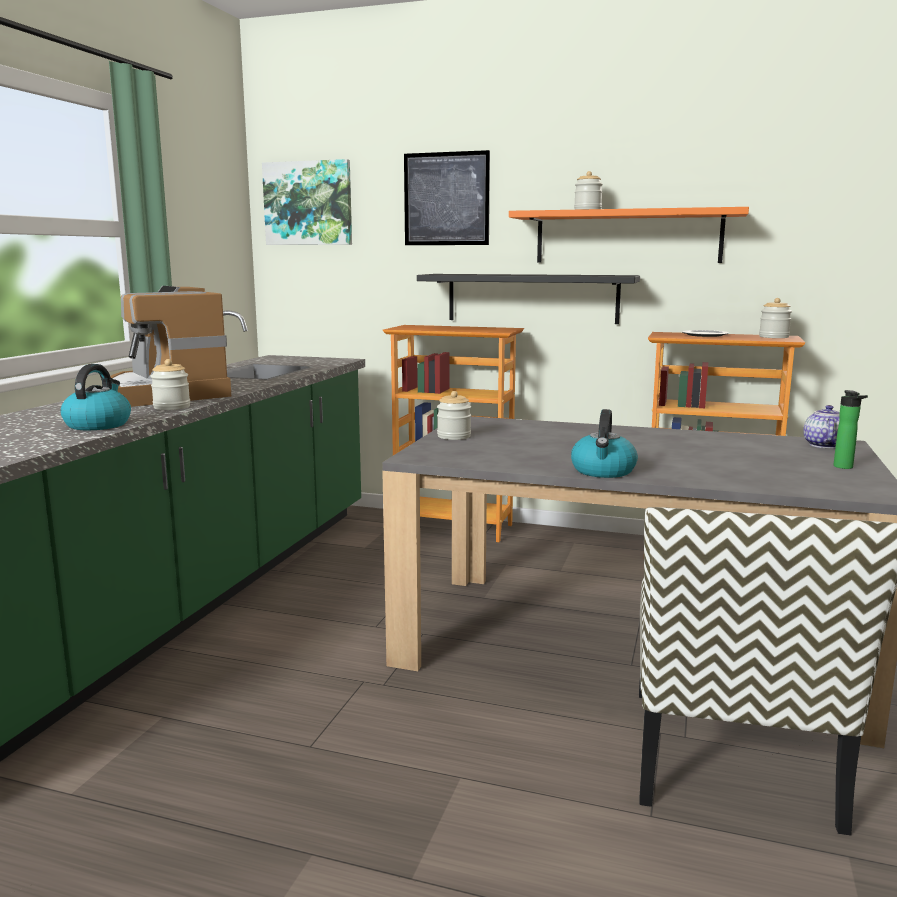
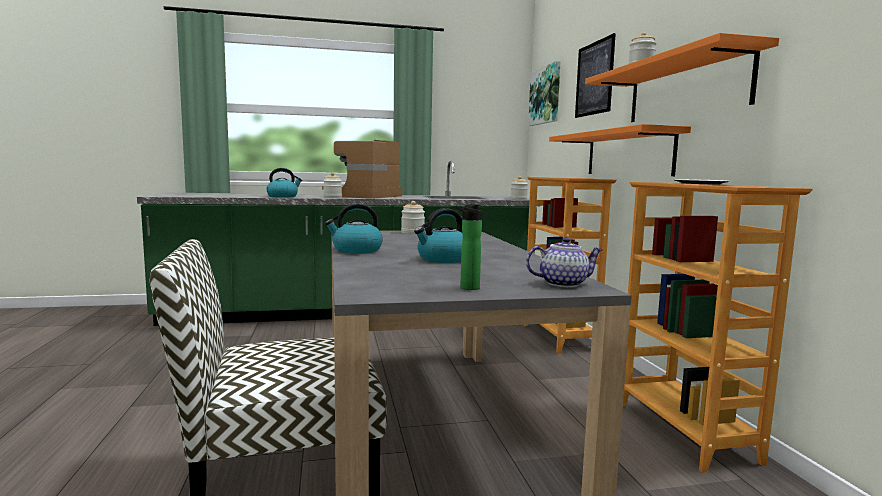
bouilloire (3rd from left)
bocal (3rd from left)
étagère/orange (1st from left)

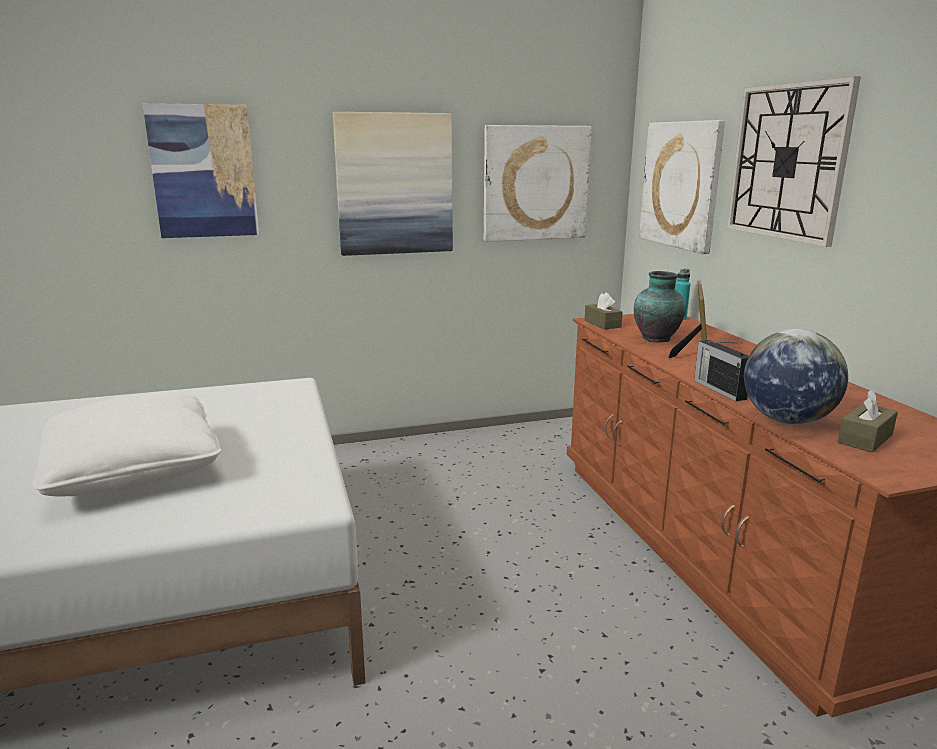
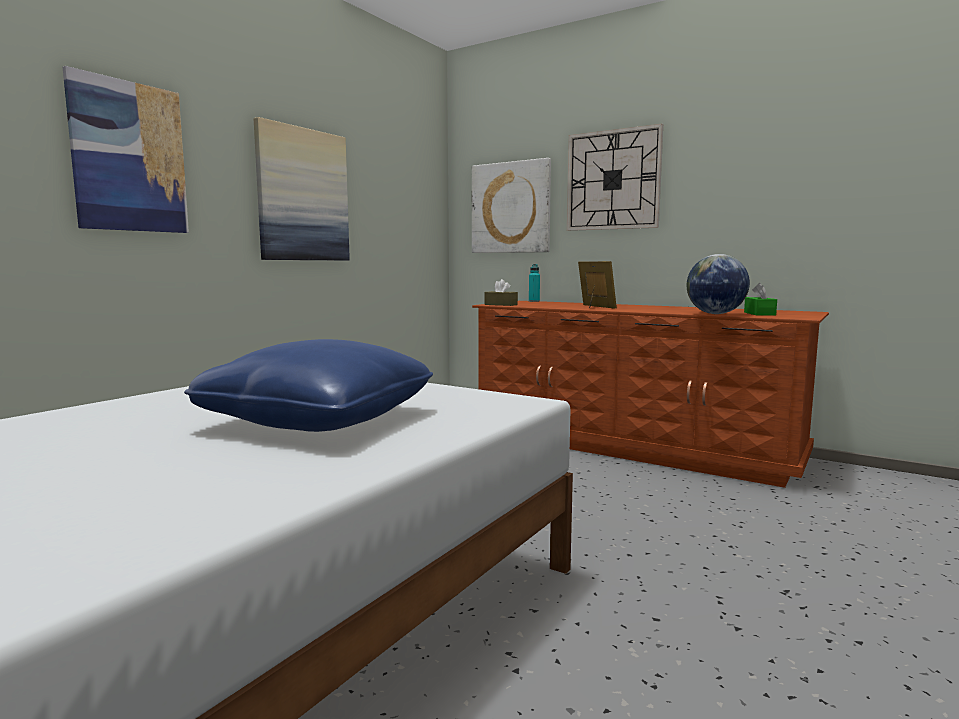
tableau (3rd from left in the first image)
vase
radio
coussin/bleu
boîte à mouchoirs/vert

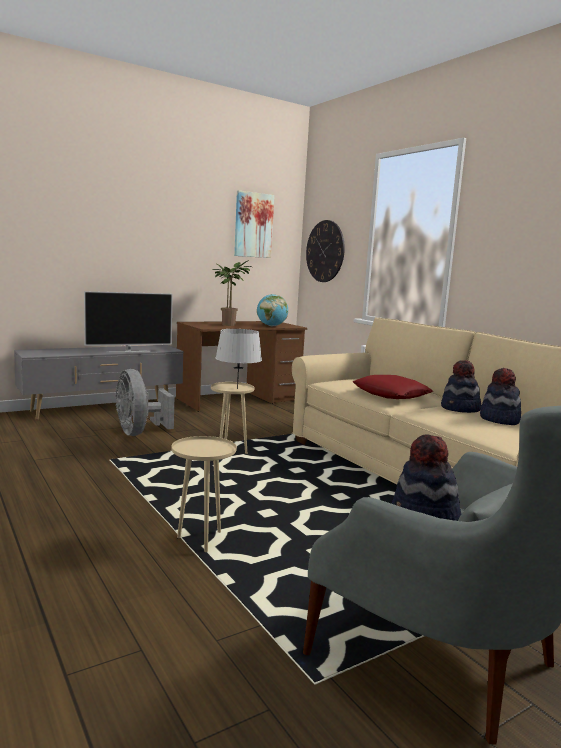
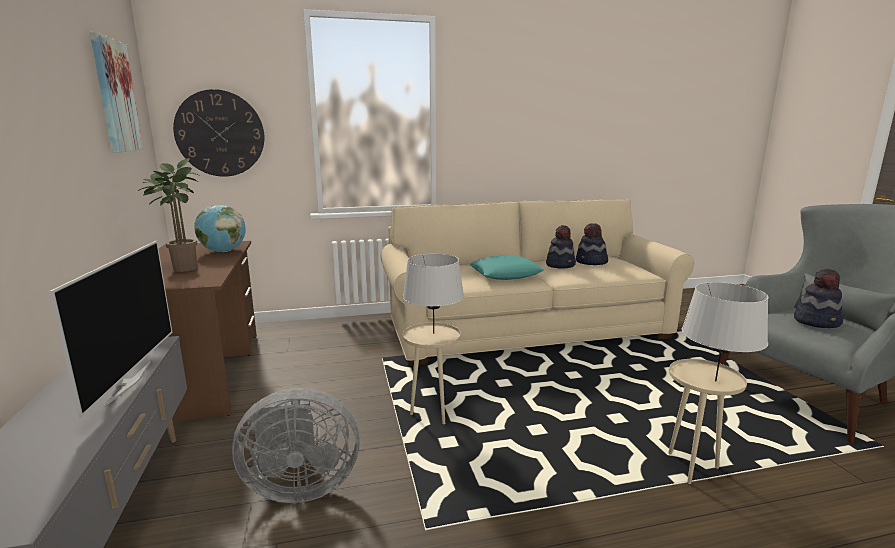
lampe de table/gris (2nd from left)
coussin/turquoise

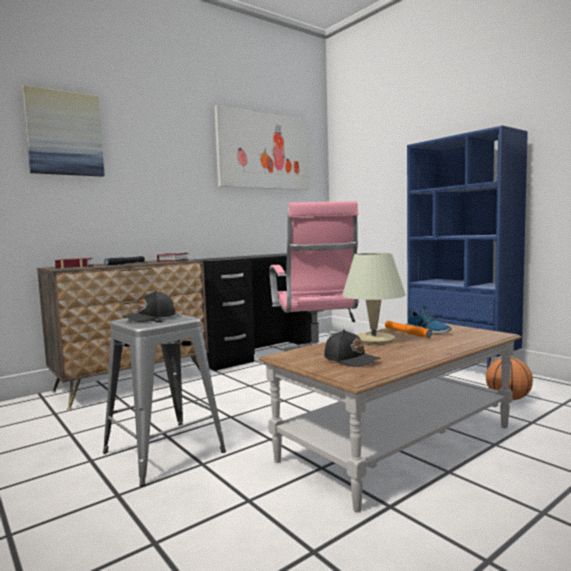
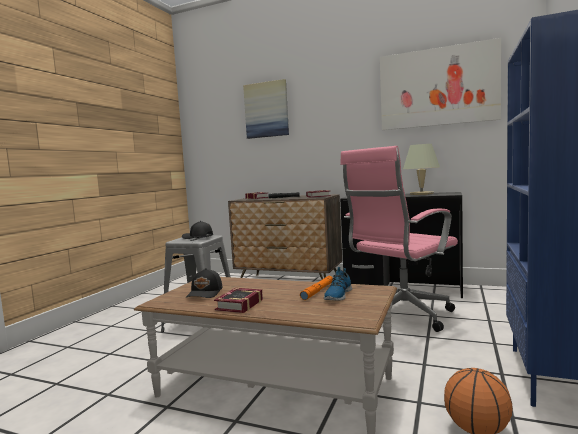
livre (1st from left)
lampe de table/beige

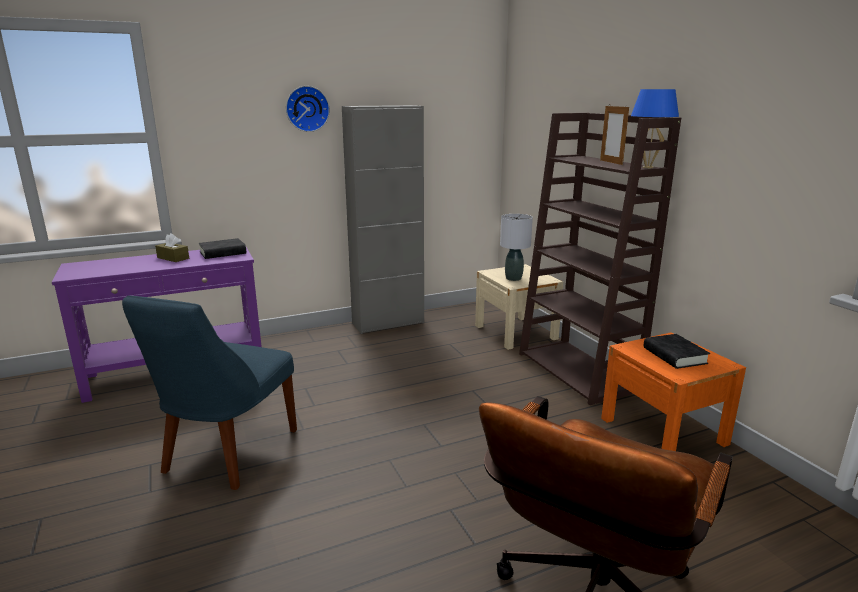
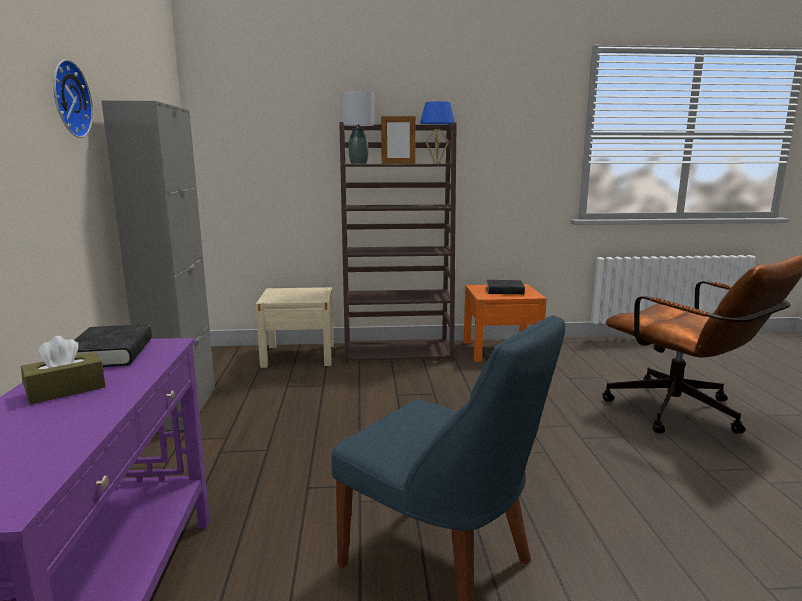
lampe de table/gris

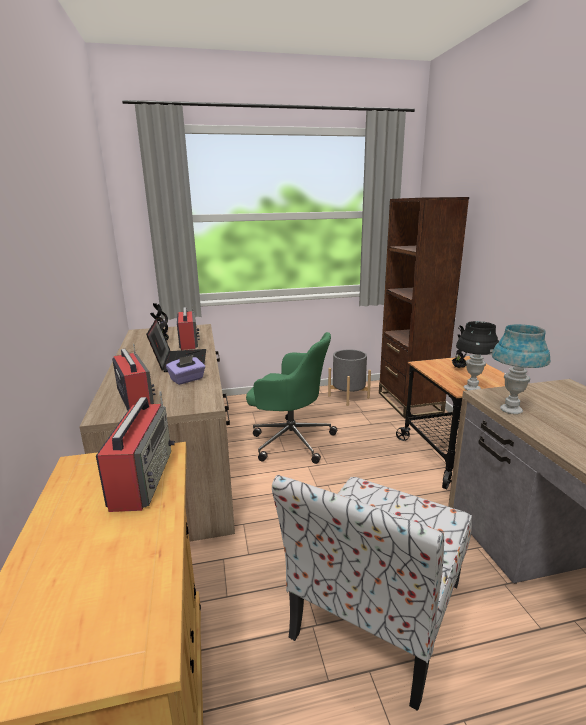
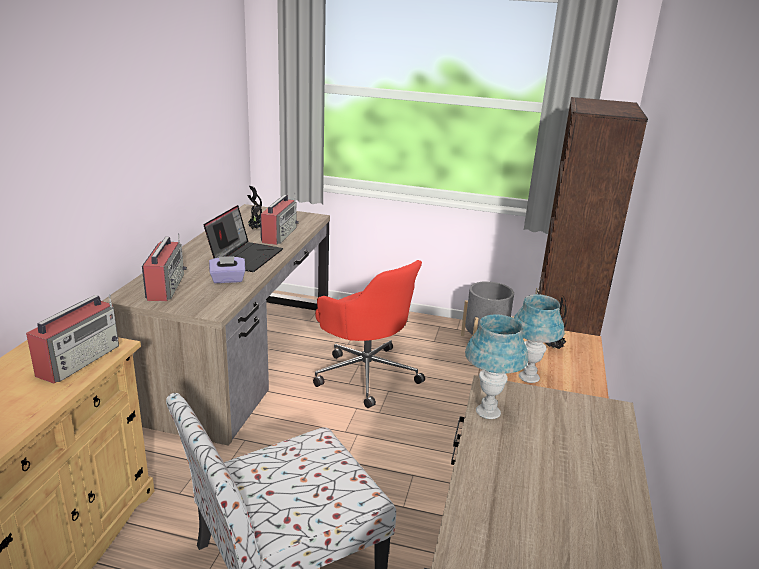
chaise de bureau/rouge
lampe de table/bleu (2nd from left)

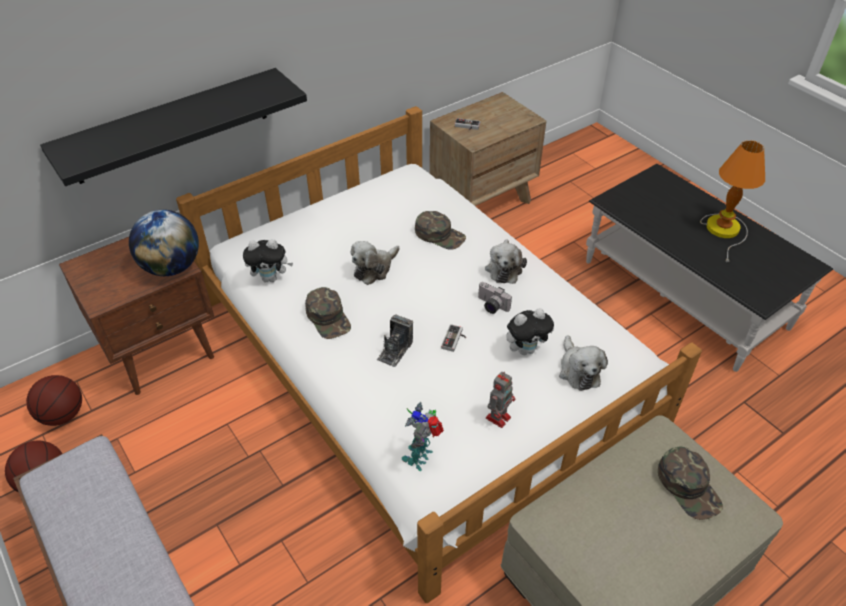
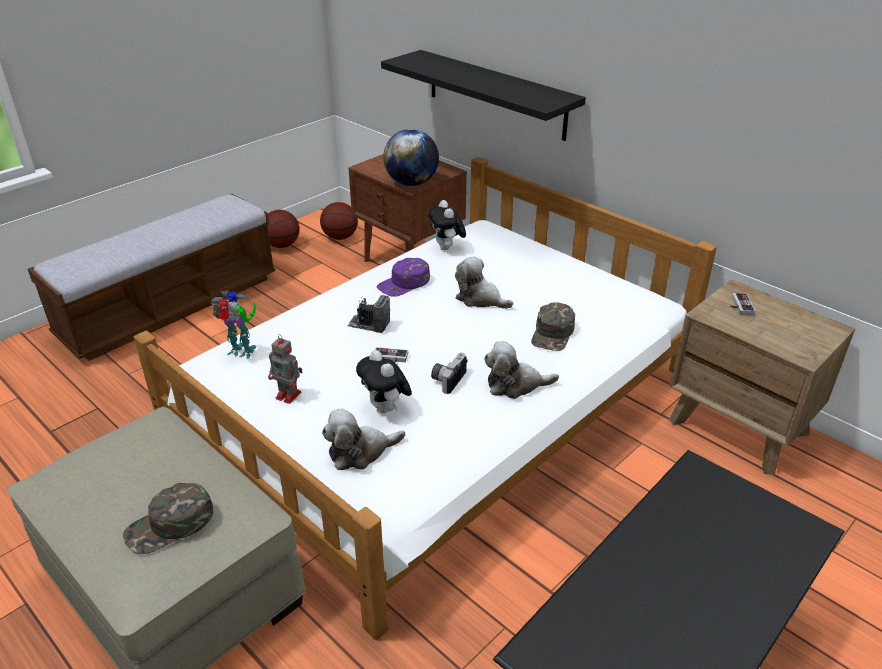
lampe de table
casquette/violet

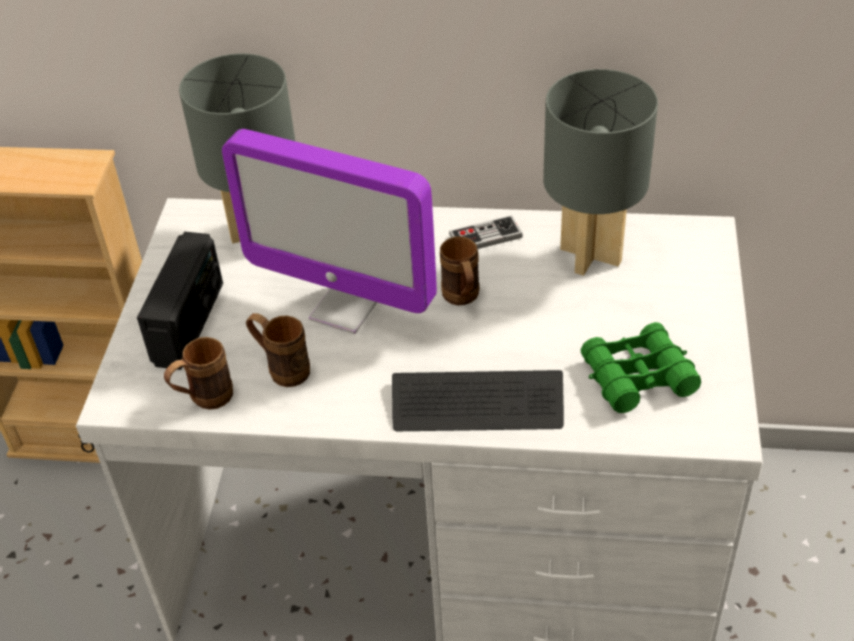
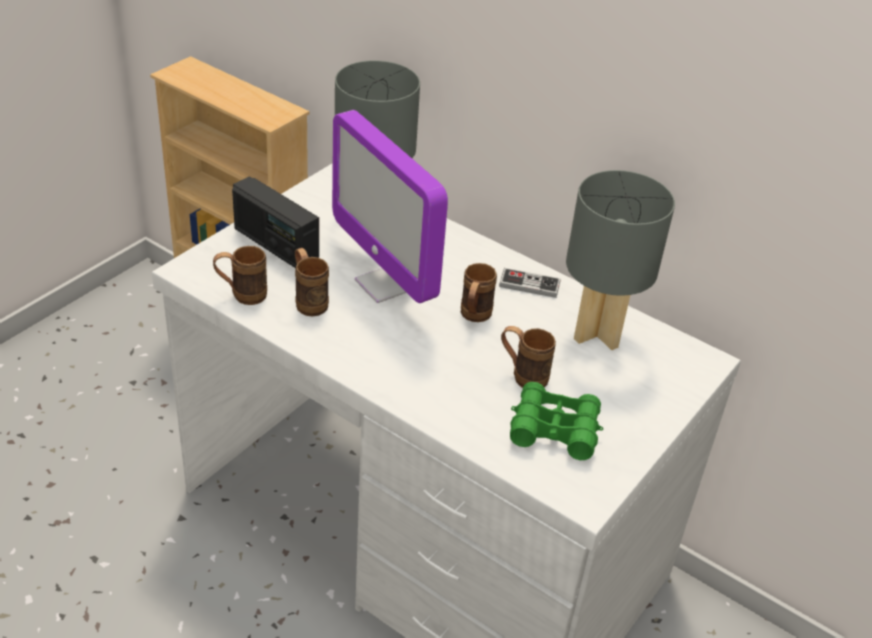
clavier
mug/marron (4th from left)
radio

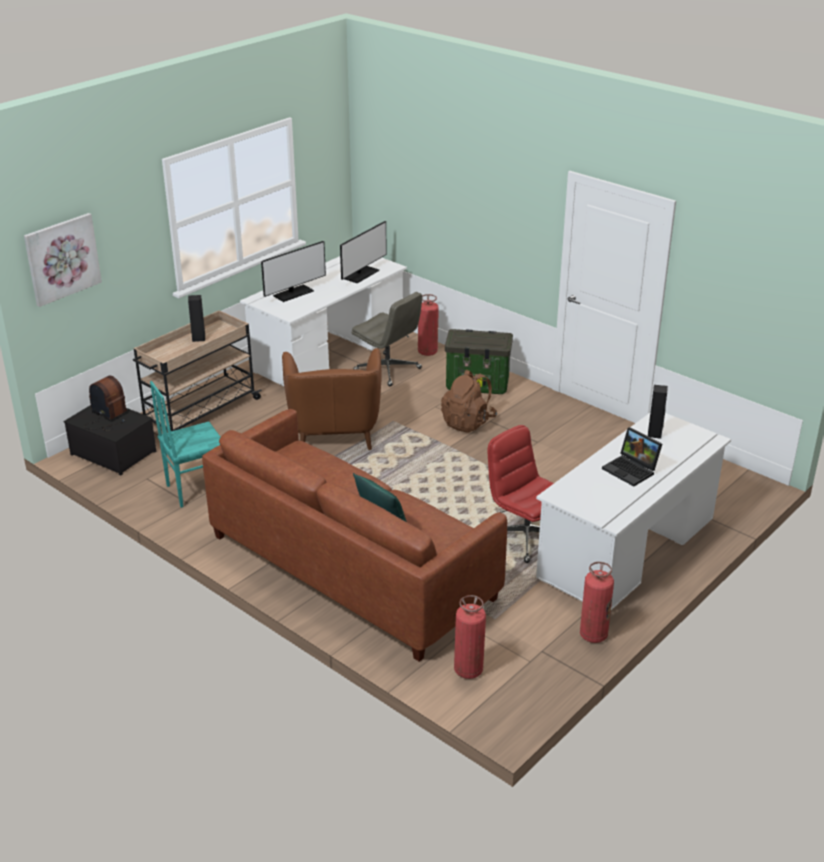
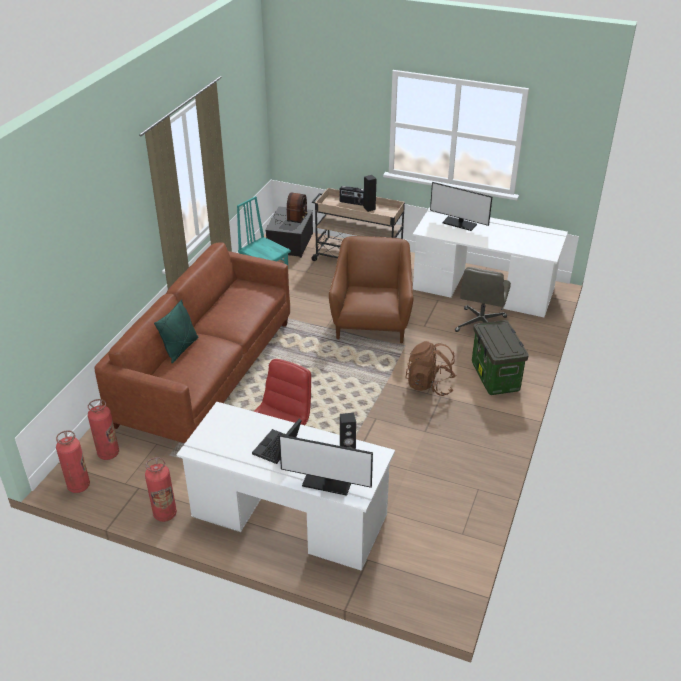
tableau
radio (2nd from left)
écran d'ordinateur (1st from left)
extincteur (1st from left)
fauteuil/marron

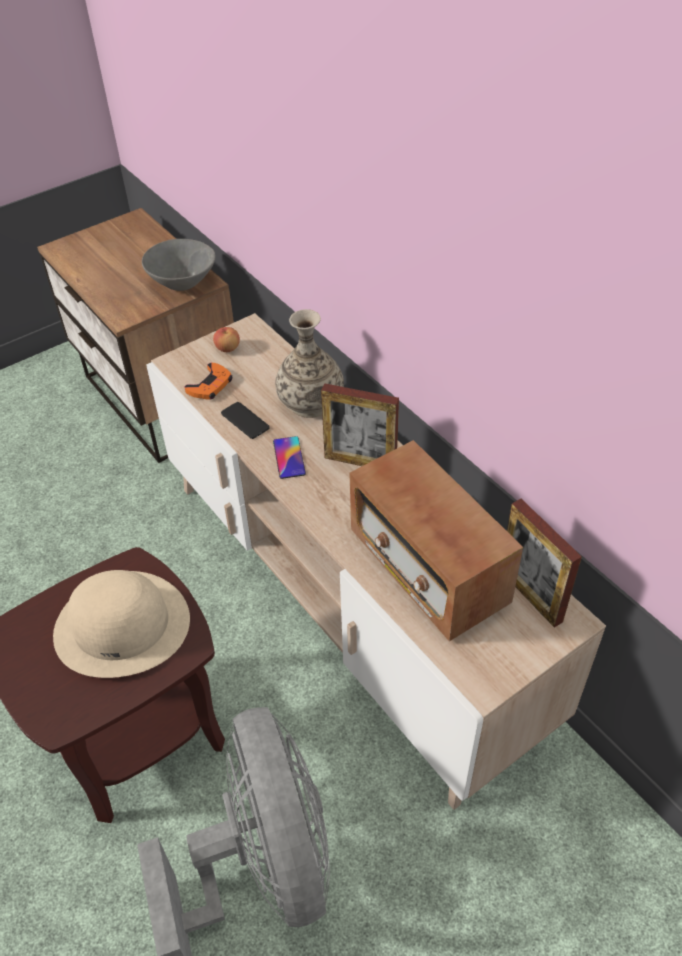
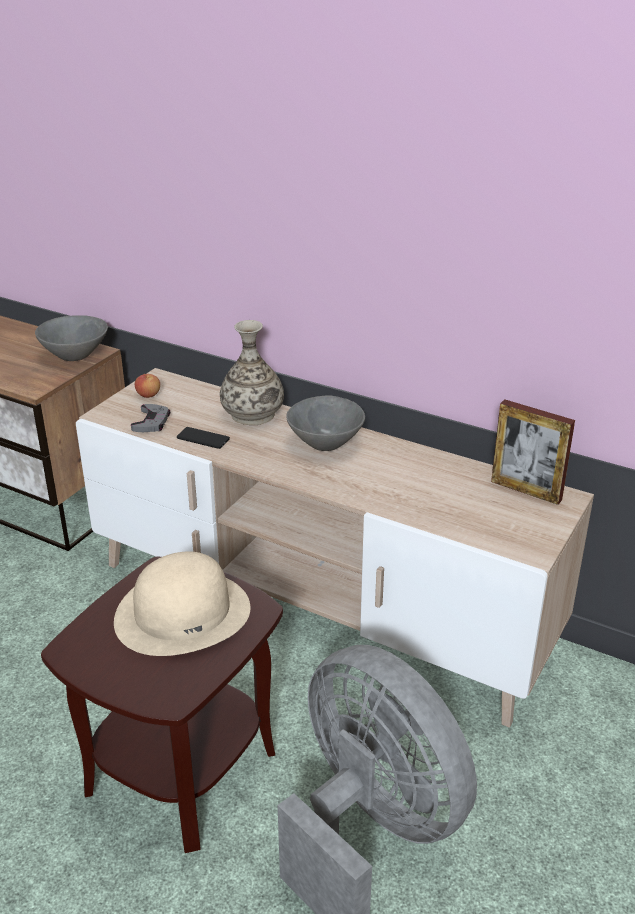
téléphone (2nd from left in the first image)
radio
bol/gris (2nd from left)
manette/gris

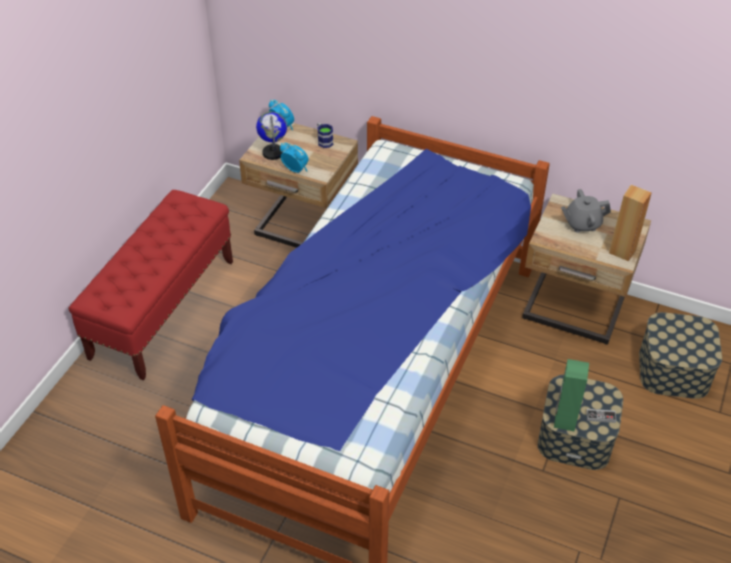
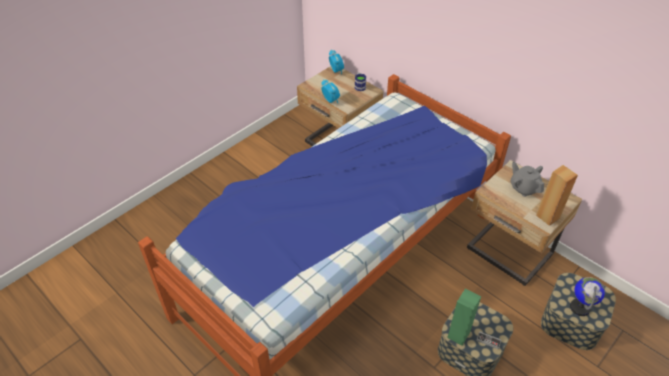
banc/rouge
globe
théière/gris

